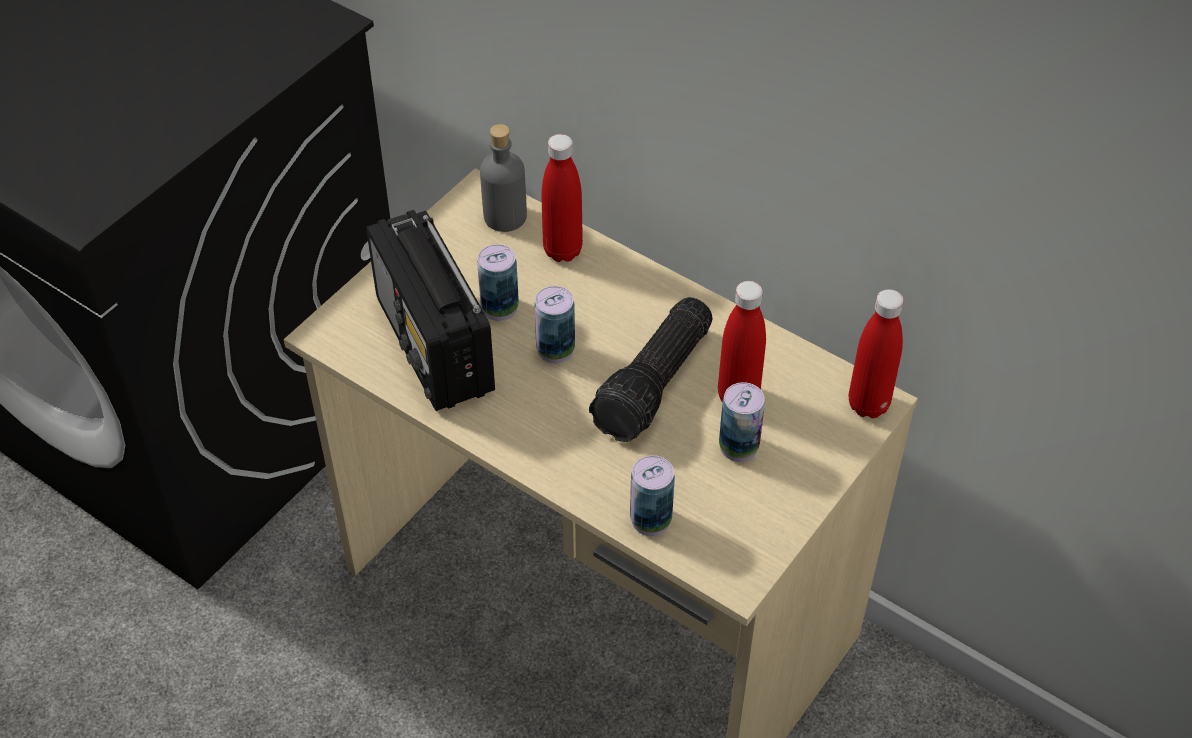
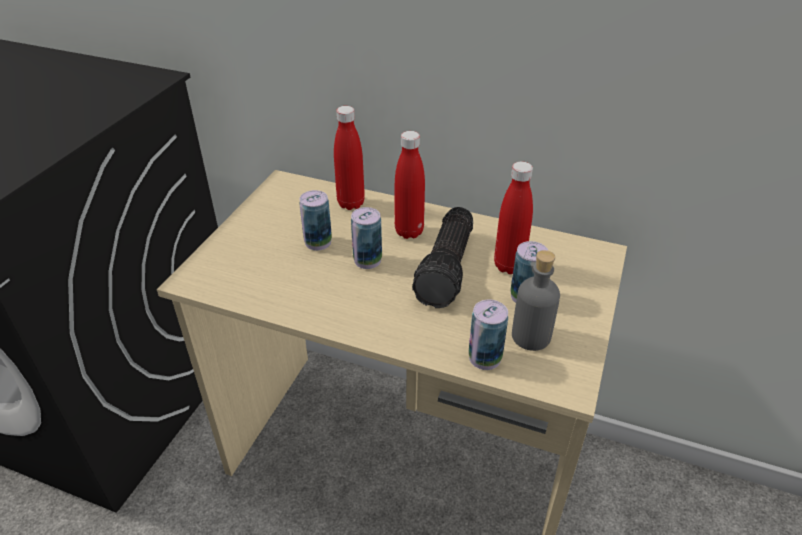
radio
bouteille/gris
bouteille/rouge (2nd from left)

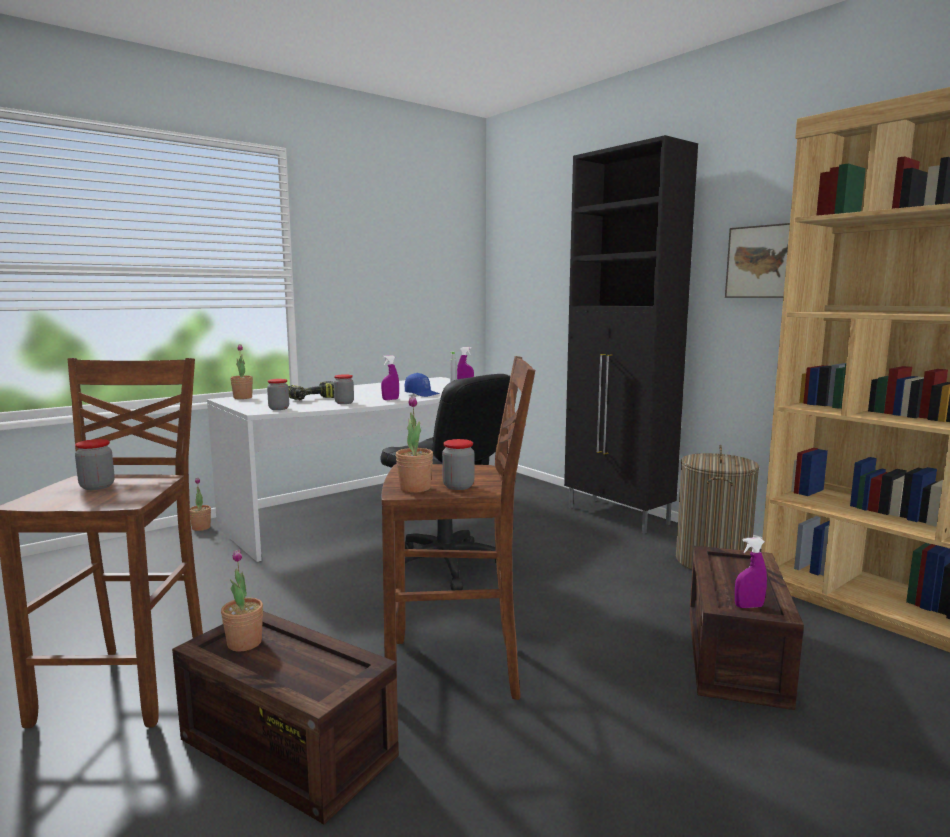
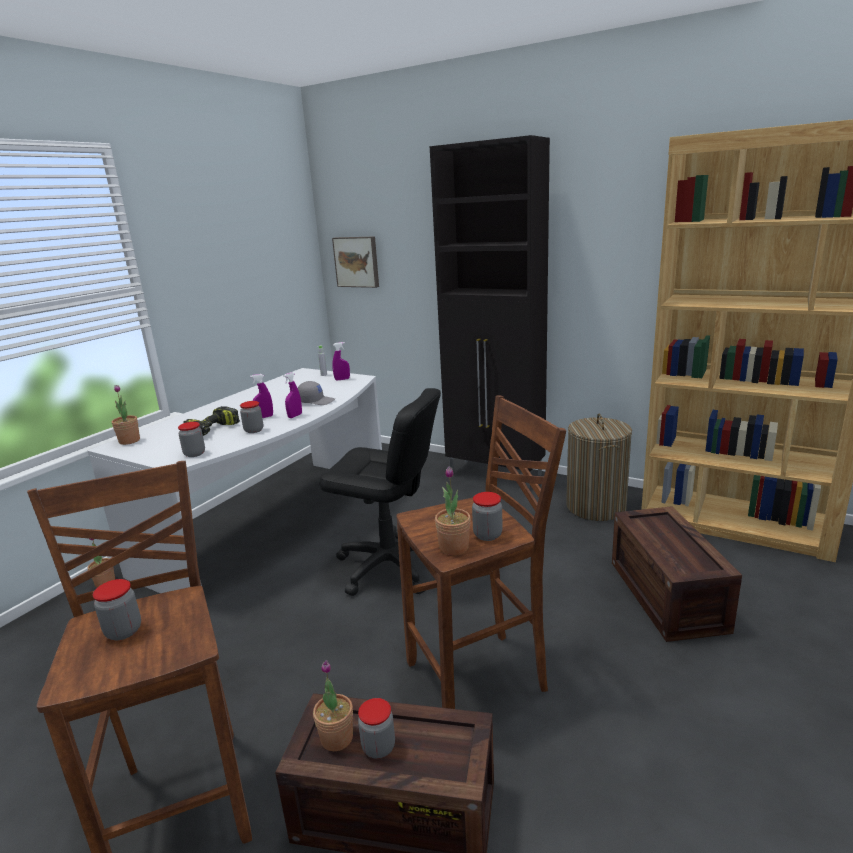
bocal (4th from left)
tableau
vaporisateur/violet (1st from left)
casquette/gris

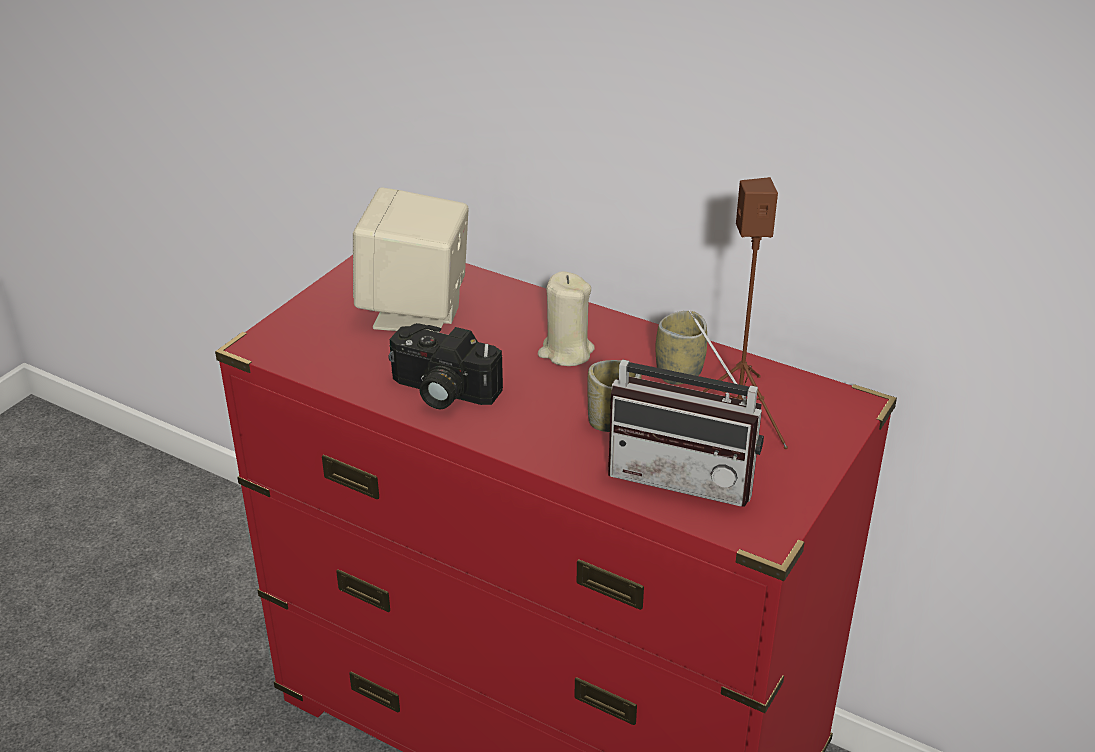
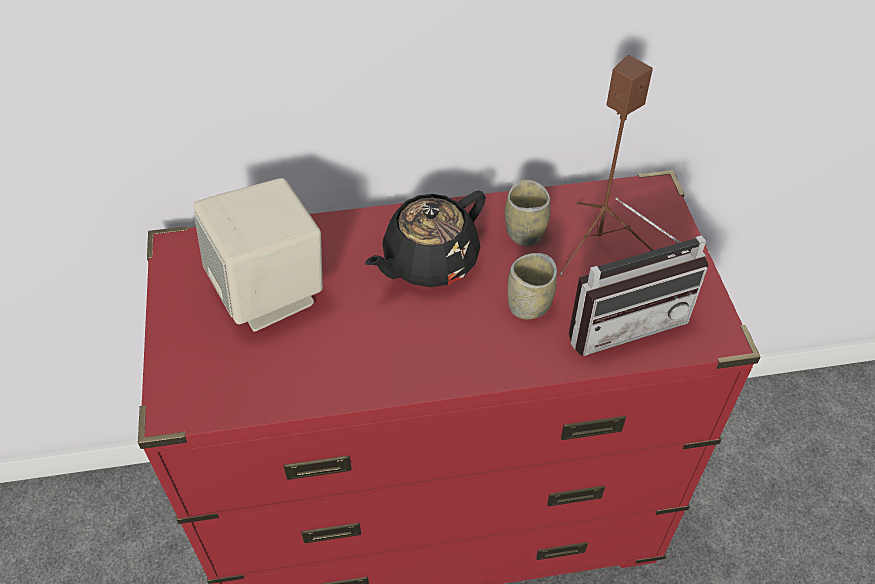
appareil photo
théière/noir

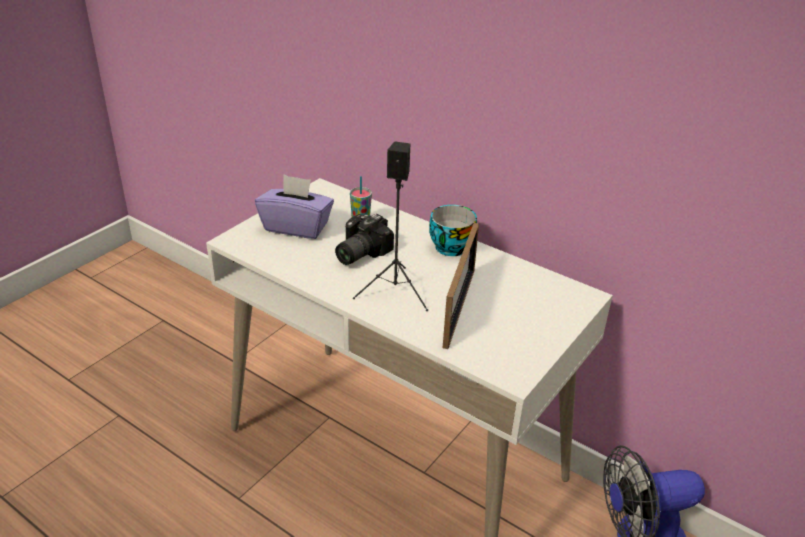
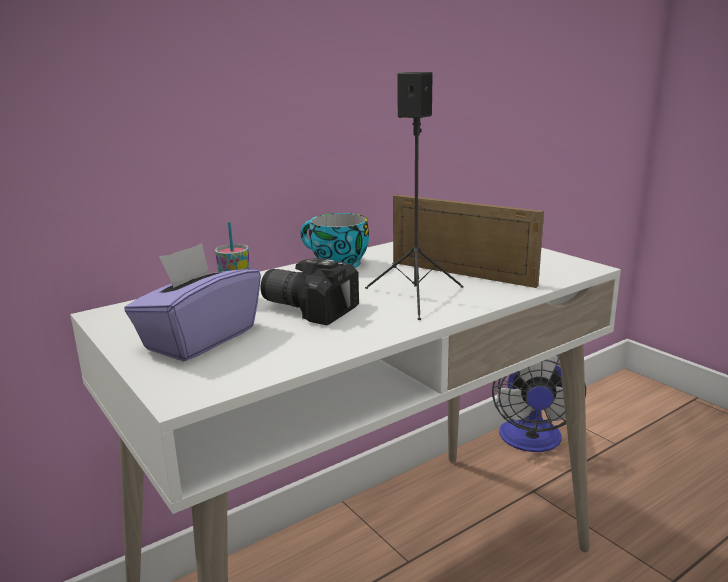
appareil photo

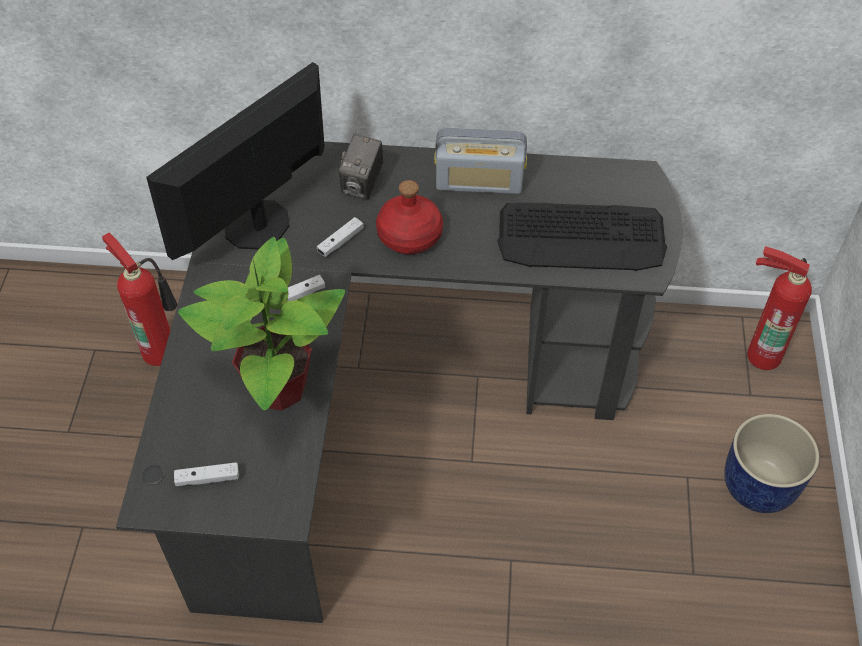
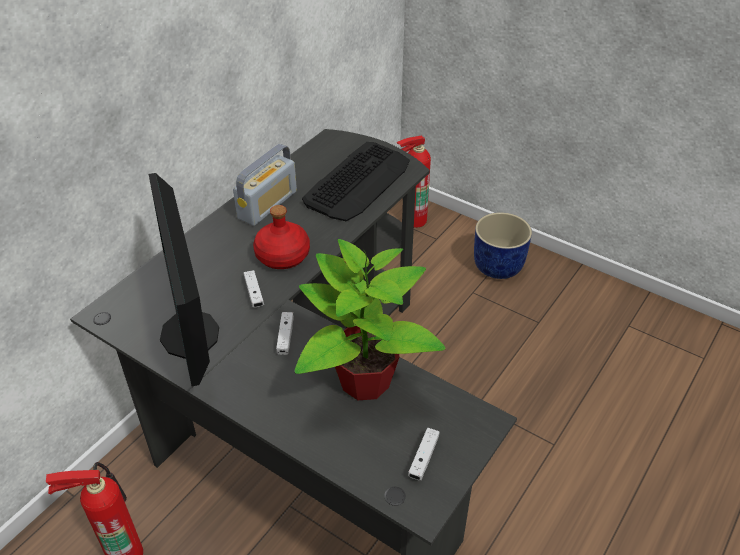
appareil photo

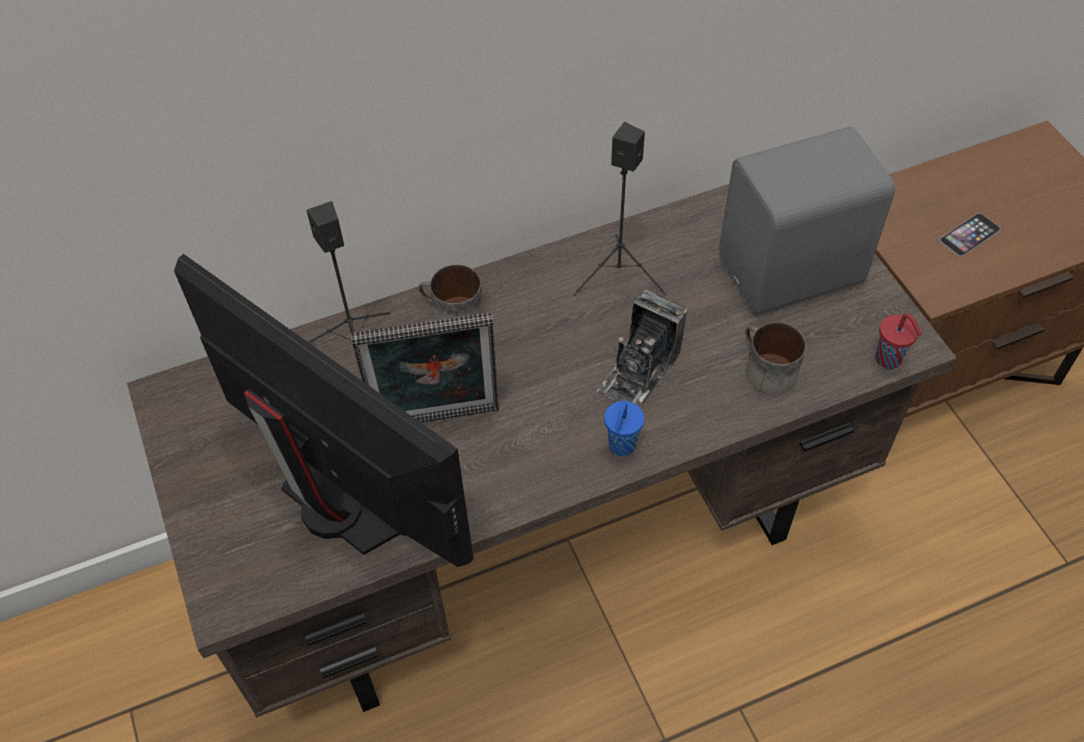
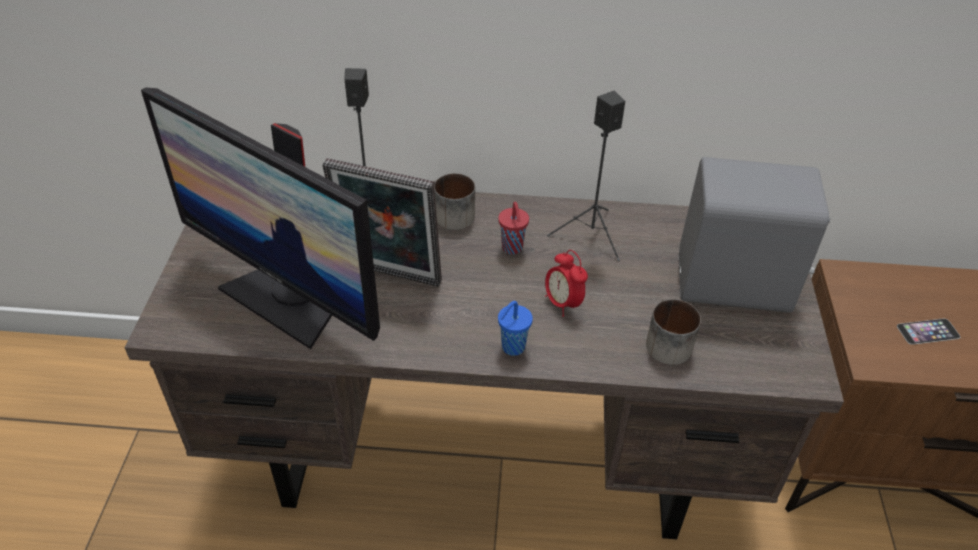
tasse/rouge
réveil
écran d'ordinateur

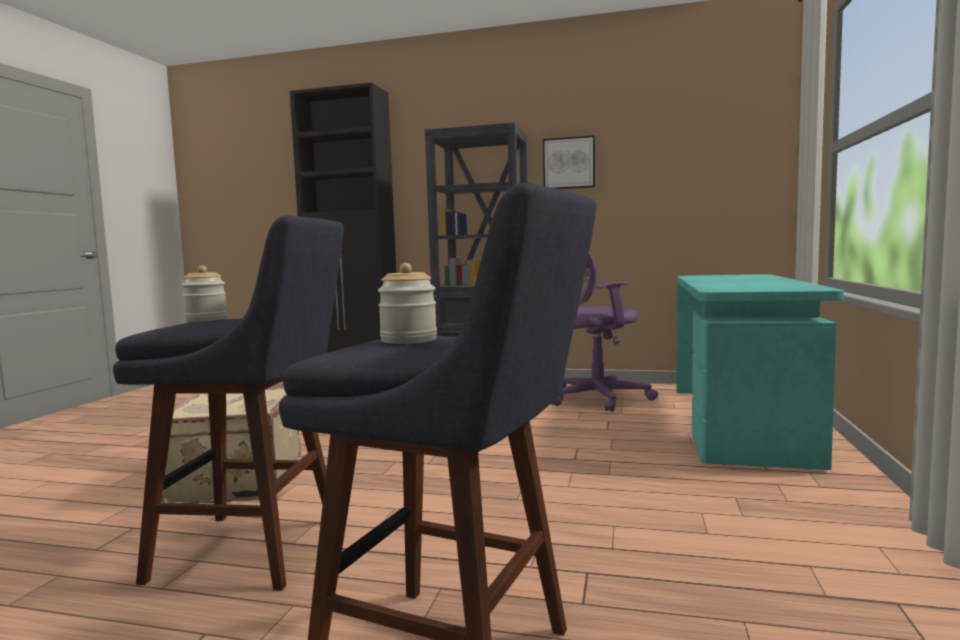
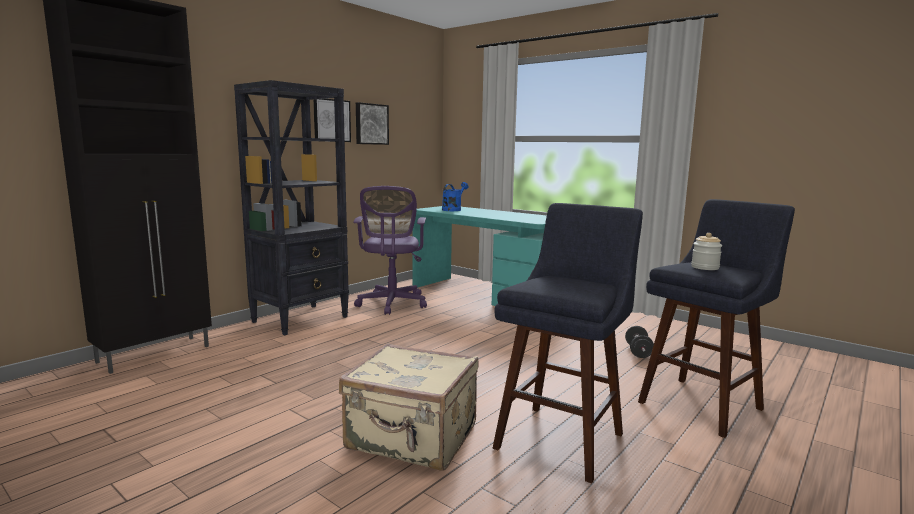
bocal (1st from left in the first image)
tableau (2nd from left)
arrosoir/bleu
haltère/noir

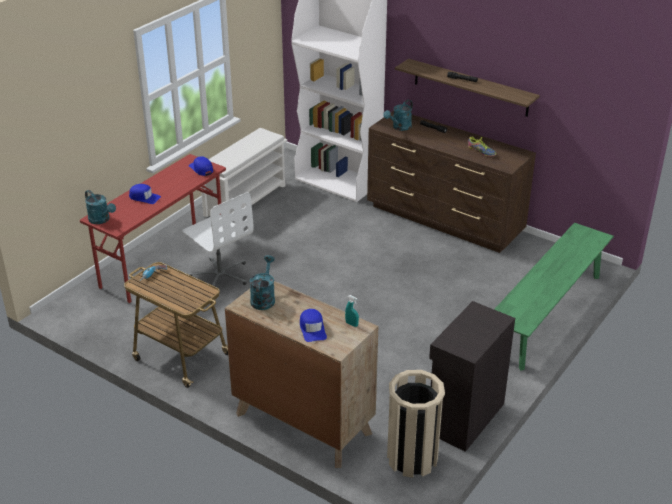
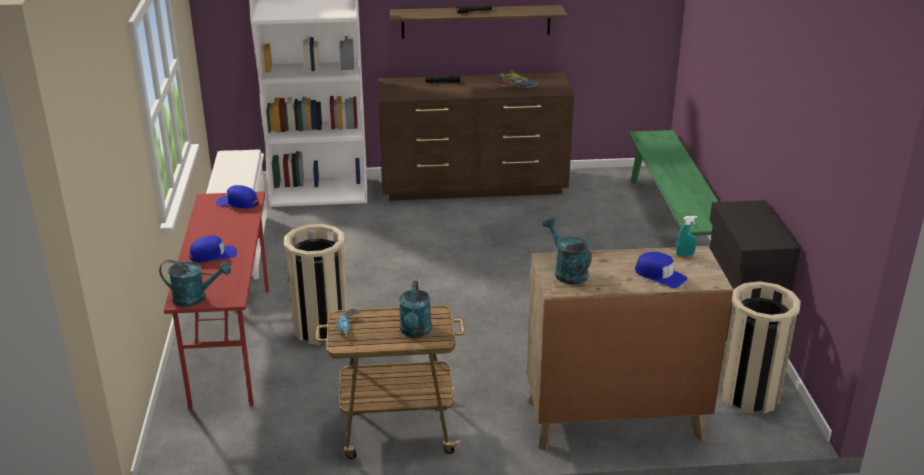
arrosoir/turquoise (2nd from left)
poubelle/beige (1st from left)

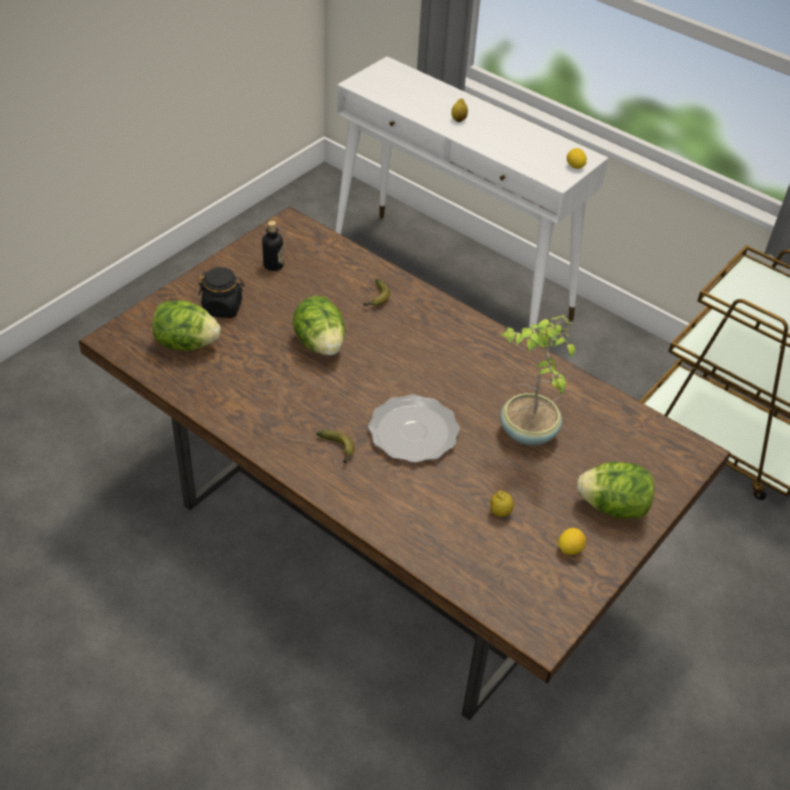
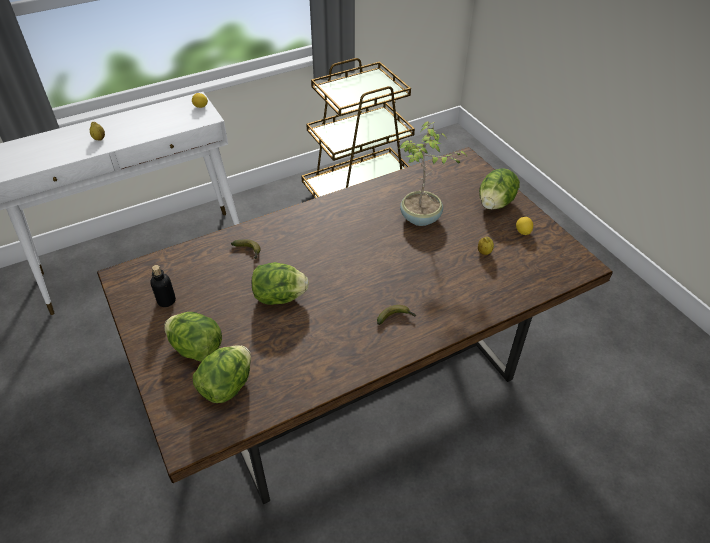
assiette
laitue (1st from left)

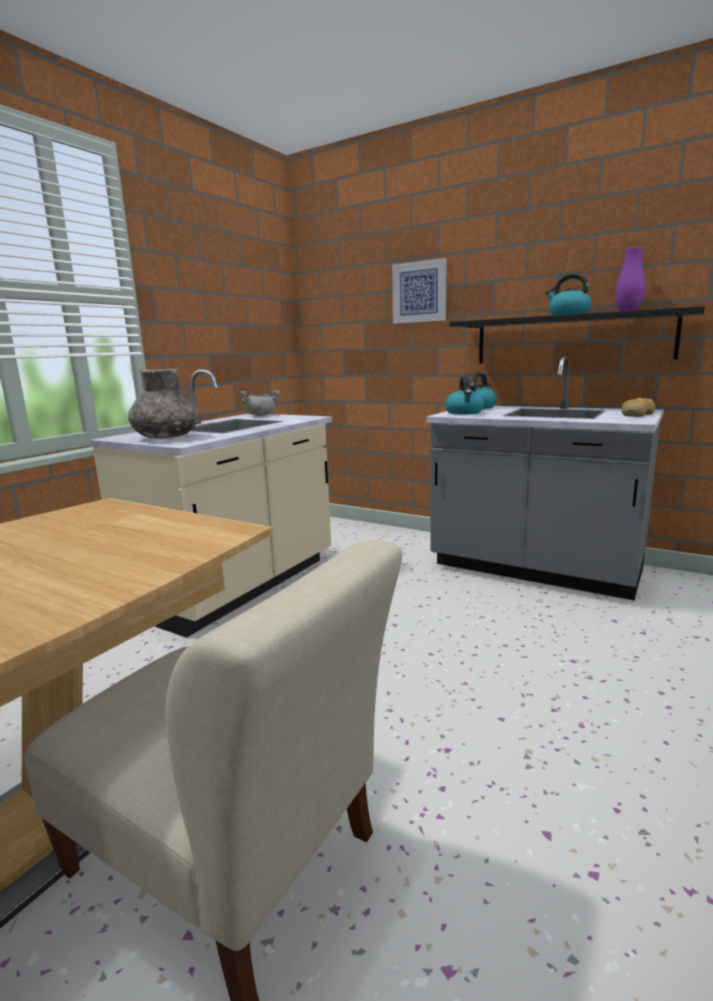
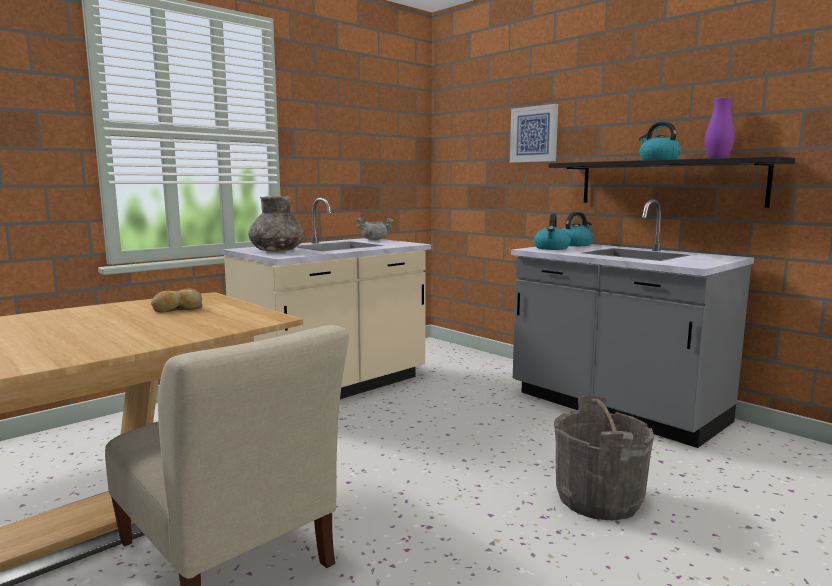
seau/gris
pain

